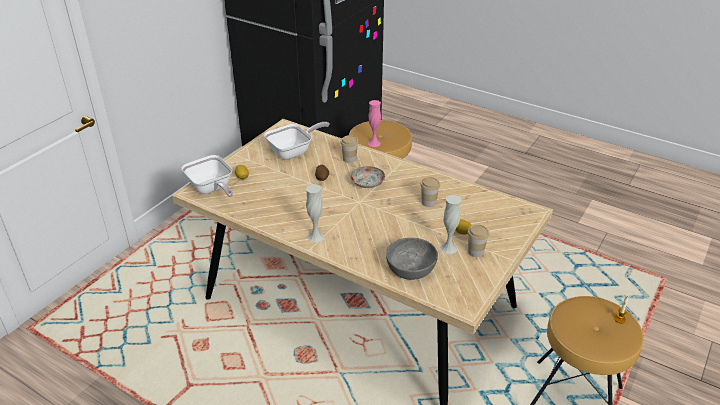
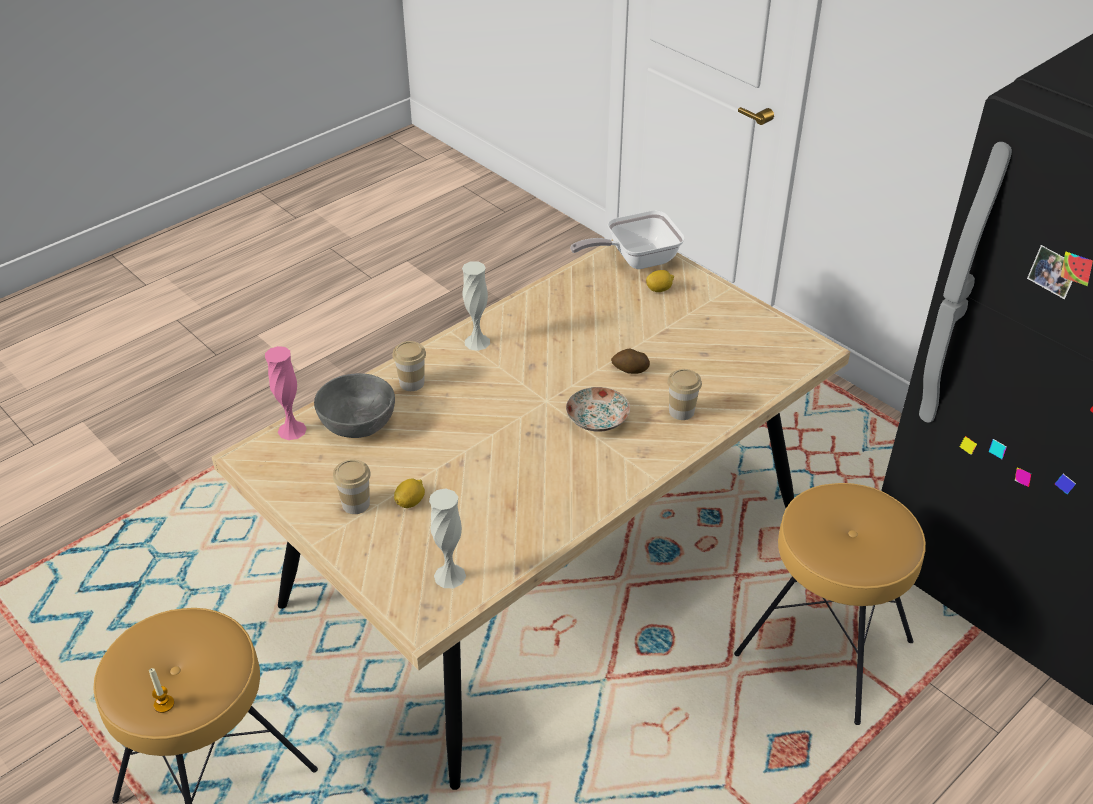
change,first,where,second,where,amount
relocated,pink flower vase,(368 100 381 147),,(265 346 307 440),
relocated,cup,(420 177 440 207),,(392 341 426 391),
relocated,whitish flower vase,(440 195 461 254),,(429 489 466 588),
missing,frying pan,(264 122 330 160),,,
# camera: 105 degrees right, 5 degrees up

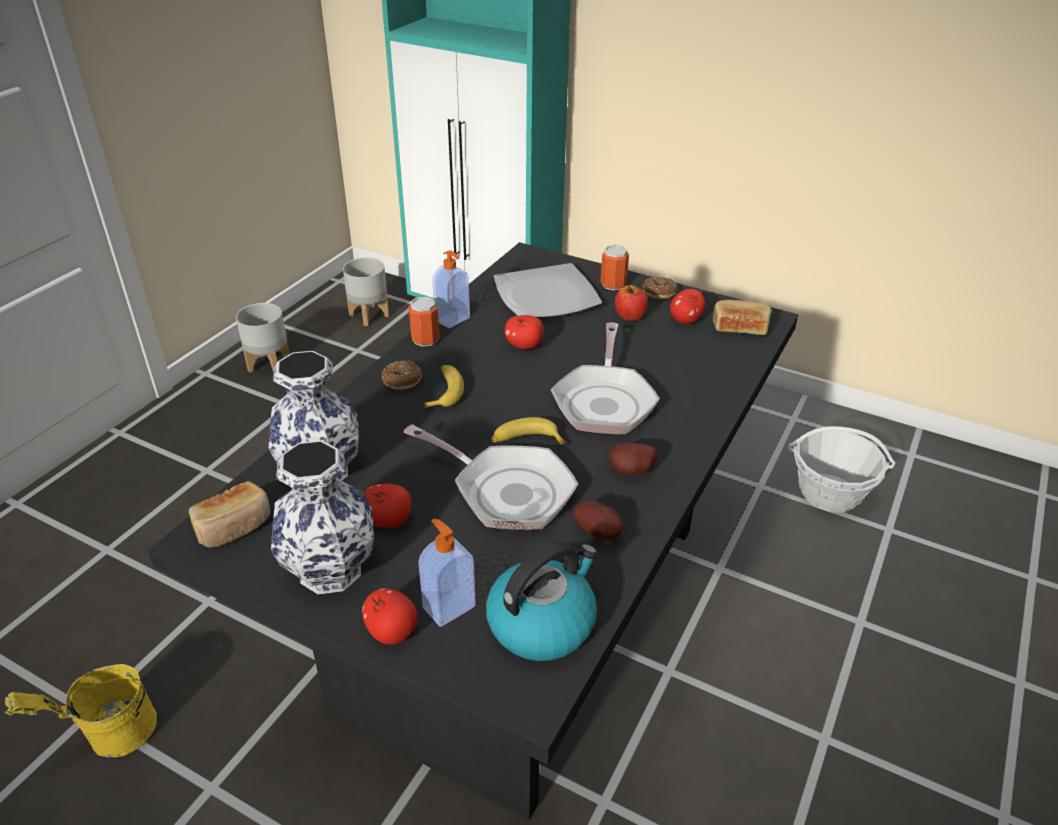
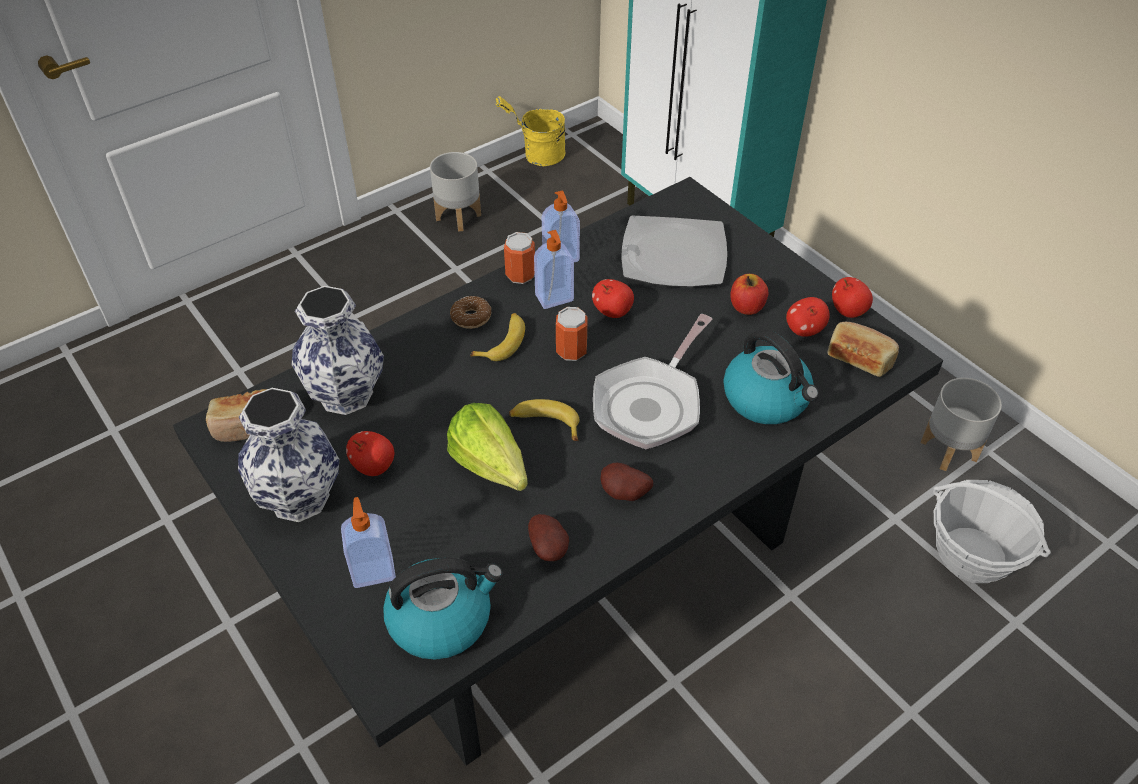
change,first,where,second,where,amount
exchanged,frying pan,(404 424 579 530),head of lettuce,(447 403 528 491),
relocated,yellowish bucket,(5 664 157 757),,(495 96 565 166),
appeared,,,soap bottle,(534 230 574 309),
relocated,can,(600 245 629 290),,(556 307 588 361),
appeared,,,kettle,(723 329 819 424),
relocated,apple fruit,(362 588 418 645),,(832 277 873 318),
relocated,gray flower pot,(343 258 389 326),,(920 378 1002 471),
missing,donut,(642 276 678 299),,,
# camera: 25 degrees right, 10 degrees up

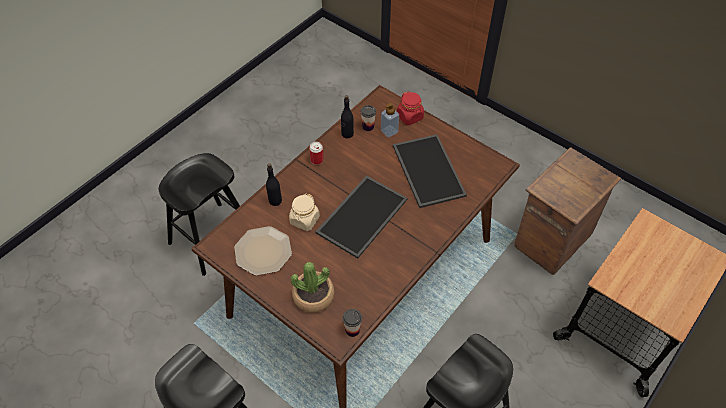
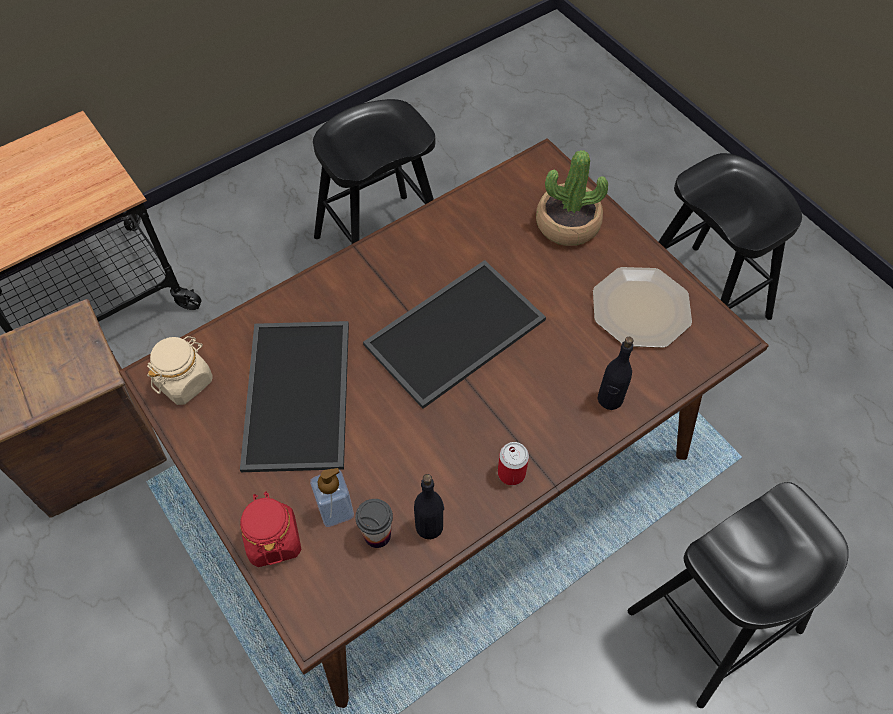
change,first,where,second,where,amount
relocated,sand-coloured preserve jar,(289 193 320 231),,(147 336 212 405),
missing,cup,(343 309 362 337),,,
# camera: 165 degrees left, 5 degrees up

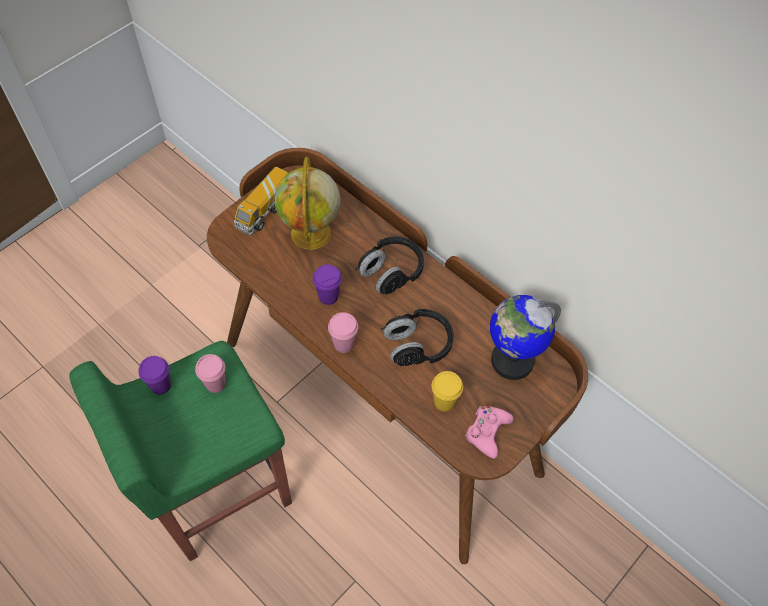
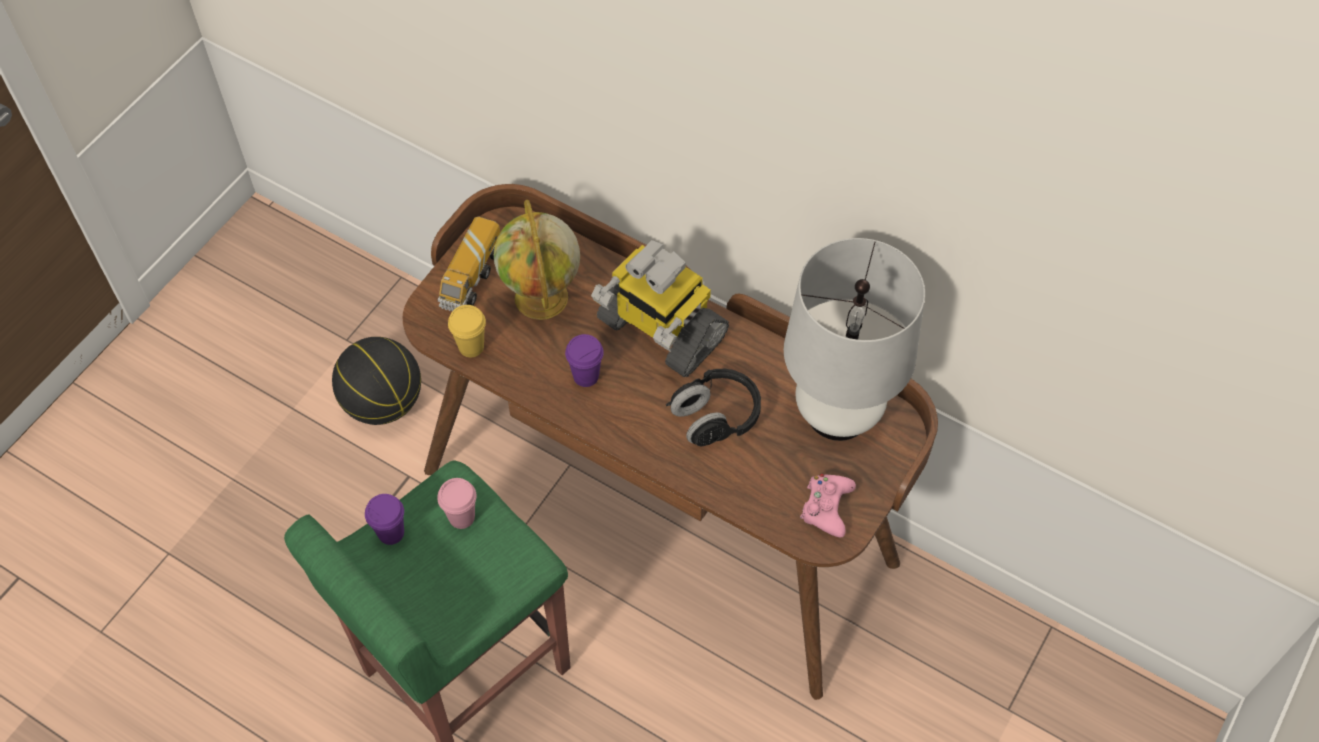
change,first,where,second,where,amount
appeared,,,basketball,(332 337 421 425),
relocated,yellowish cup,(432 371 463 412),,(448 305 486 357),
exchanged,black-coloured headset,(355 237 424 294),toy robot,(591 240 729 377),
exchanged,desk globe,(490 295 561 380),whitish tabletop lamp,(784 238 925 441),
missing,pink cup,(328 312 358 353),,,
# camera: 10 degrees left, 0 degrees up

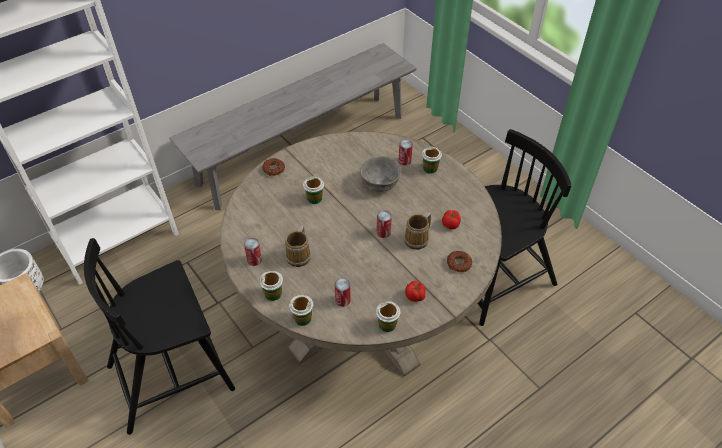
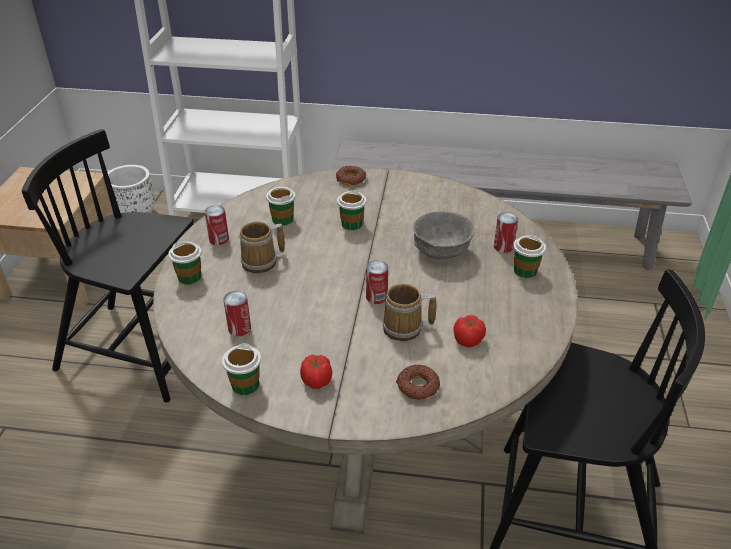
change,first,where,second,where,amount
relocated,cup,(289 295 313 326),,(266 187 295 226),
# camera: 45 degrees right, 10 degrees down

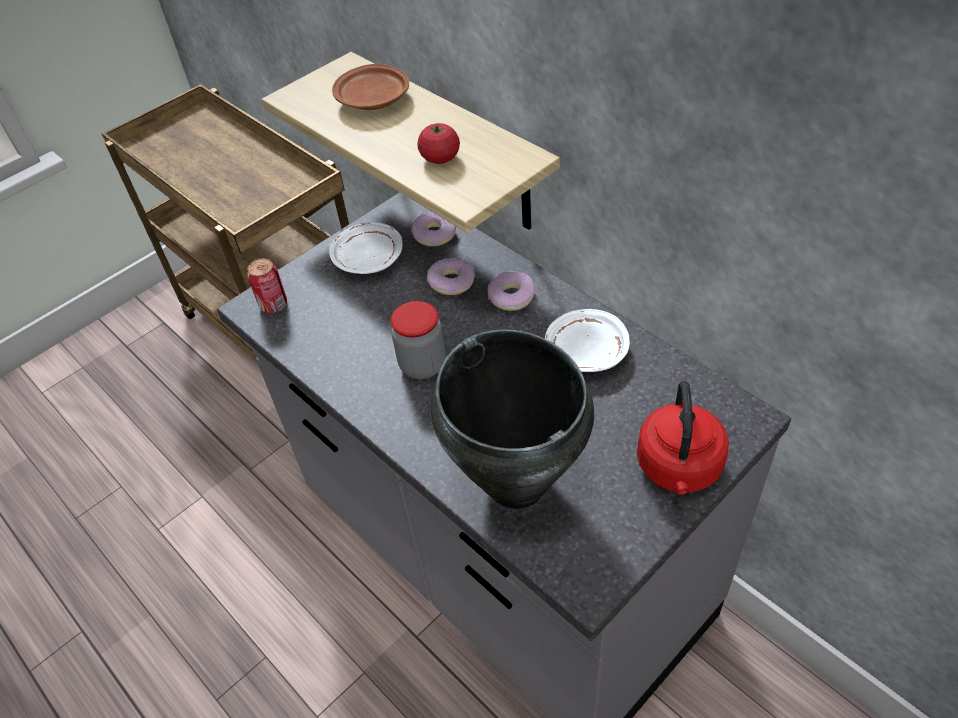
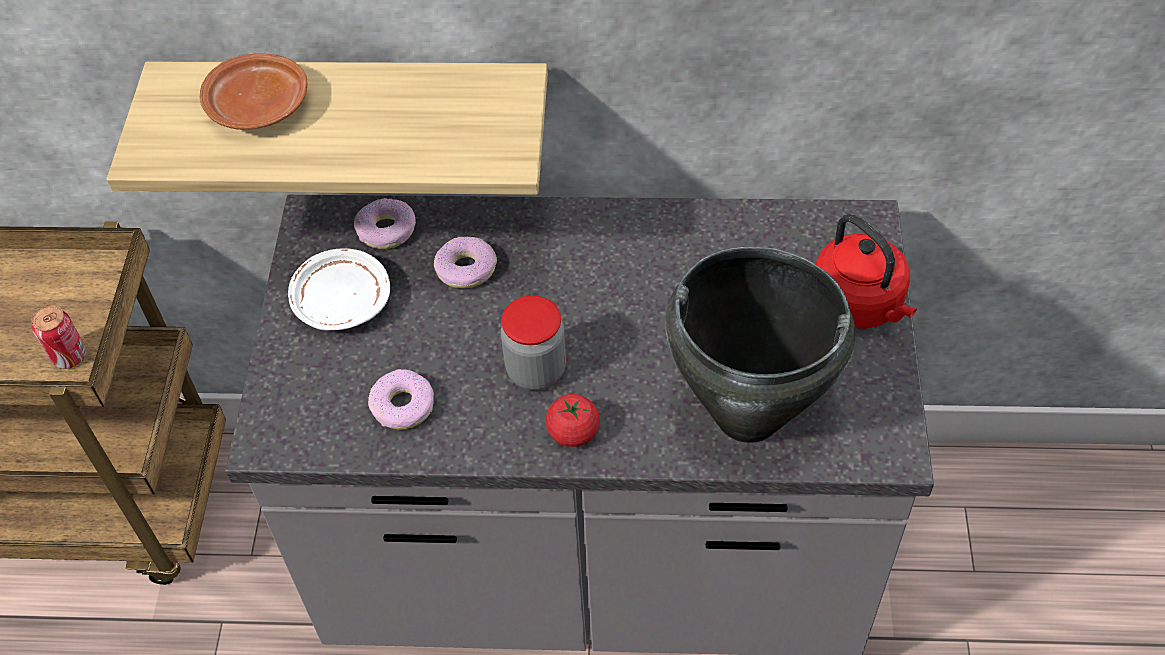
change,first,where,second,where,amount
relocated,can,(247 258 287 313),,(31 305 86 369),
relocated,donut,(487 272 535 311),,(368 369 434 430),
relocated,whole tomato,(417 123 460 164),,(545 394 600 447),
missing,whitish flat dish,(545 309 630 372),,,
# camera: 45 degrees left, 5 degrees up

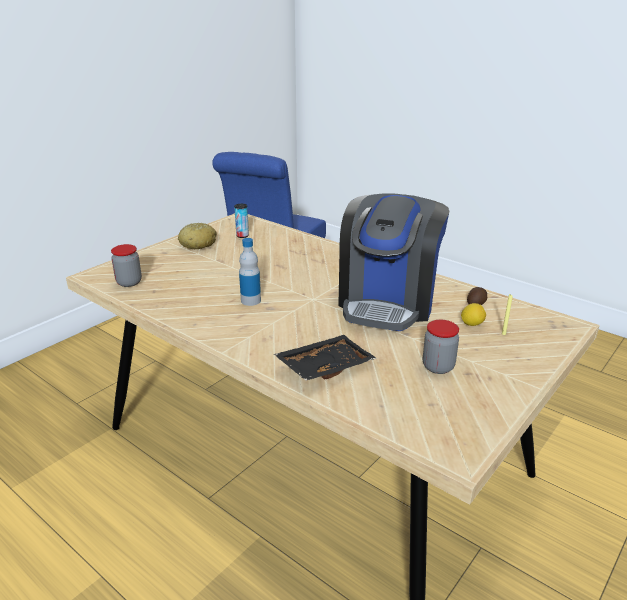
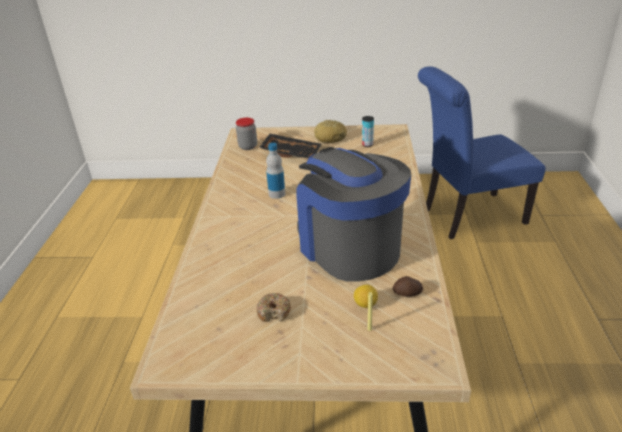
change,first,where,second,where,amount
exchanged,preserve jar,(423 320 459 374),donut,(257 293 291 322),
relocated,black-coloured serving tray,(274 335 377 381),,(259 133 321 159),
spun,coffee maker,(338 194 449 331),,(296 147 411 282),75 degrees clockwise
# camera: 55 degrees right, 5 degrees up

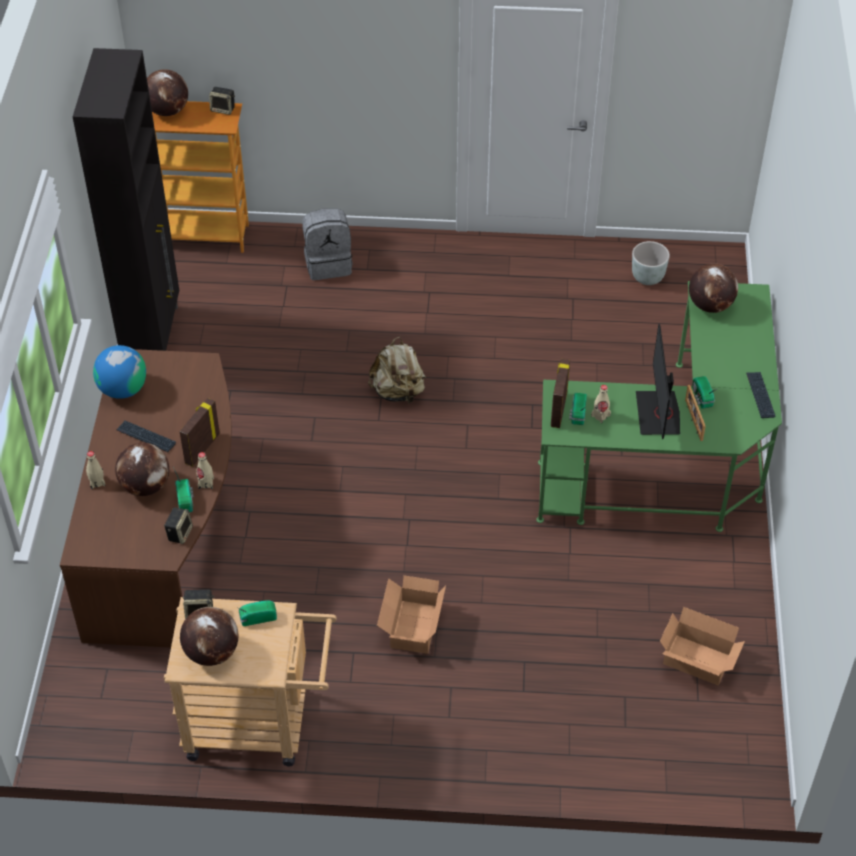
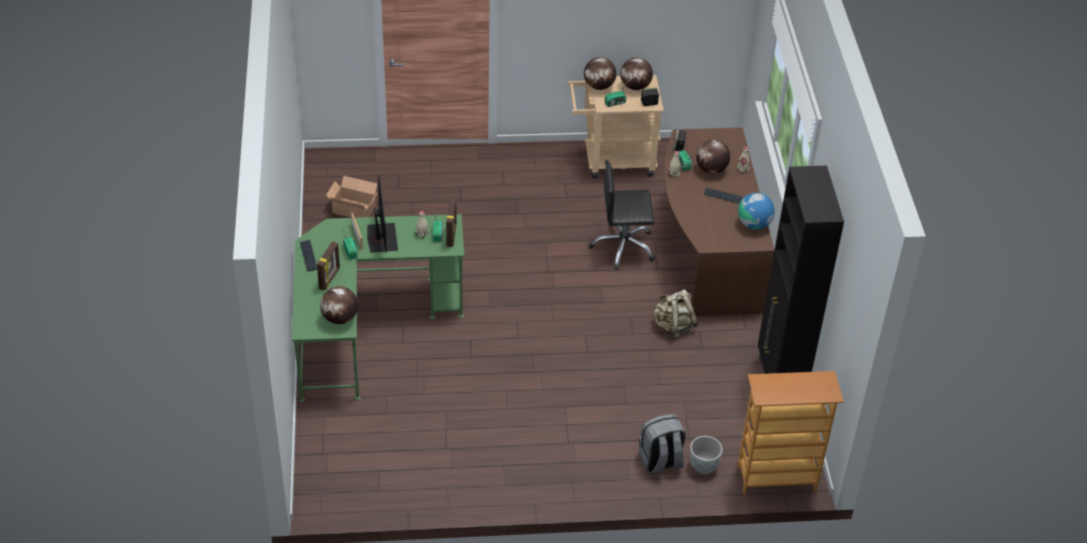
change,first,where,second,where,amount
relocated,picture frame,(180 398 220 467),,(317 241 340 291),
relocated,desk globe,(147 69 188 116),,(584 57 616 90),
appeared,,,black-coloured office chair,(589 160 655 270),
relocated,sand-coloured backpack,(368 337 426 404),,(653 289 698 338),
relocated,gray flower pot,(632 241 670 285),,(690 436 722 474),
missing,speaker,(209 87 235 115),,,
missing,carton,(377 575 446 654),,,
# camera: 170 degrees right, 5 degrees down

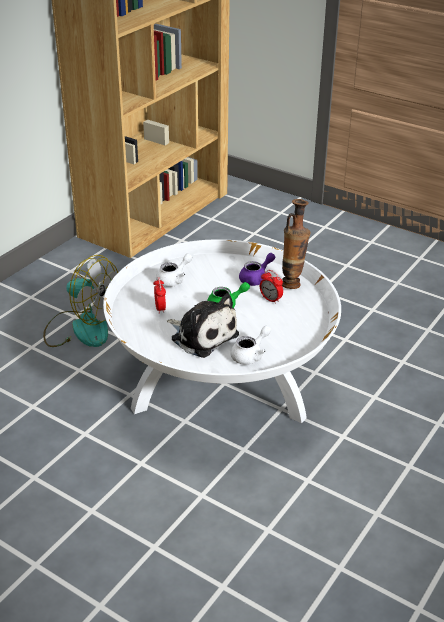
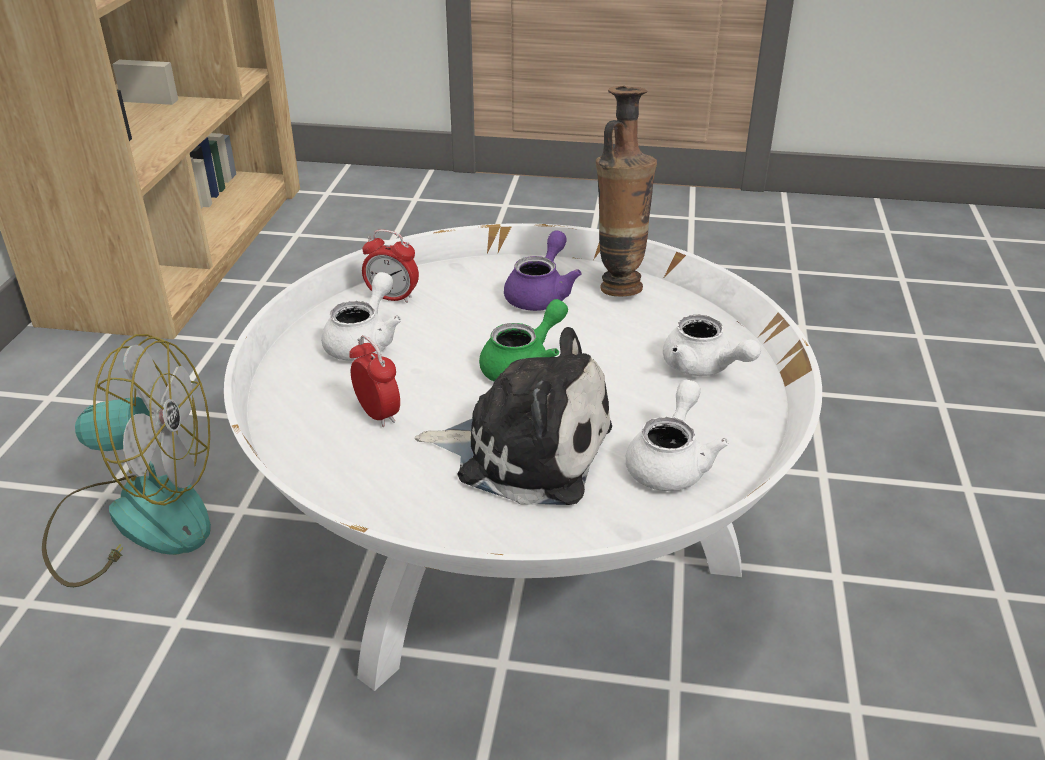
change,first,where,second,where,amount
relocated,bedside clock,(260 270 283 304),,(362 229 419 303),
appeared,,,whitish tea pot,(663 315 761 376),
# camera: 25 degrees left, 0 degrees up

